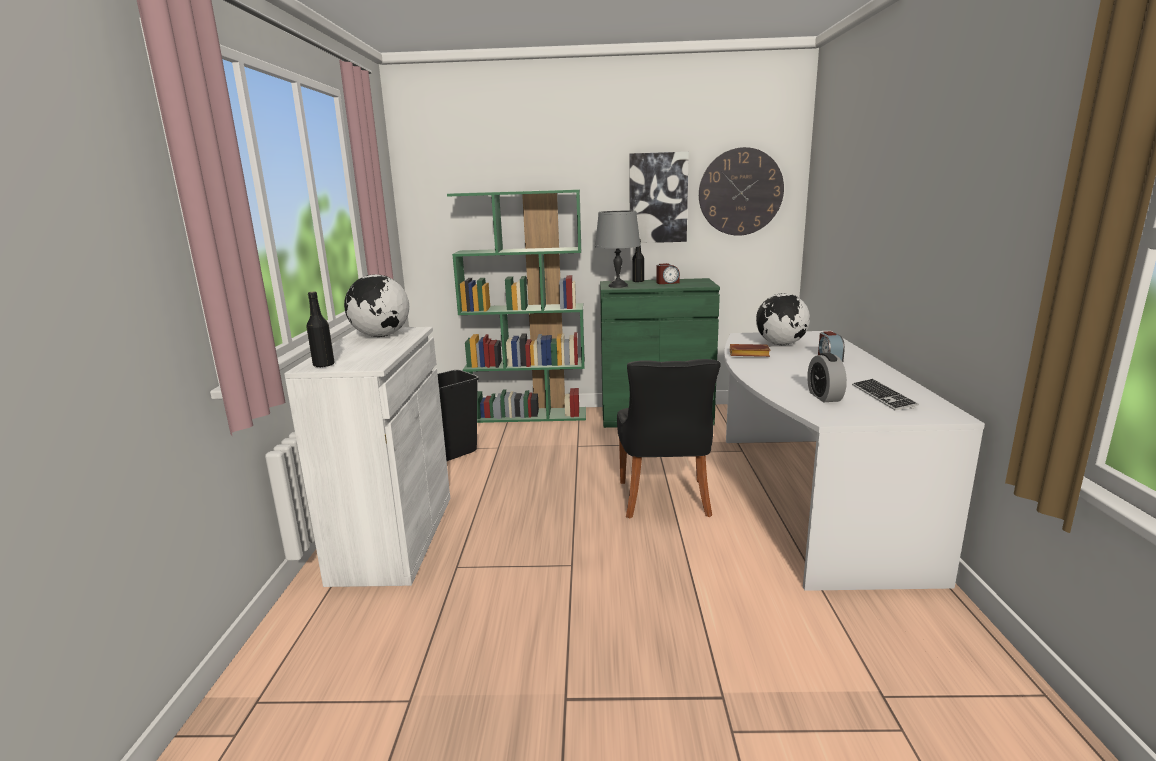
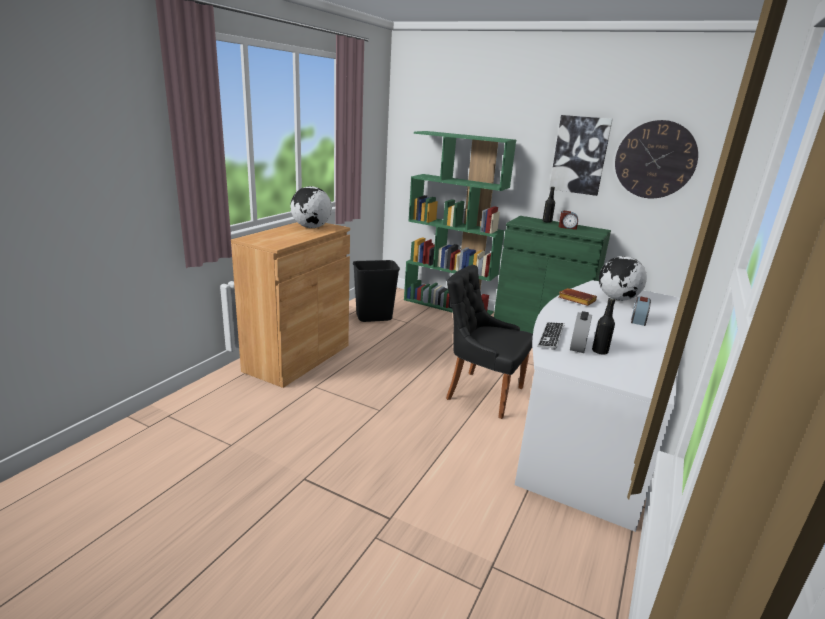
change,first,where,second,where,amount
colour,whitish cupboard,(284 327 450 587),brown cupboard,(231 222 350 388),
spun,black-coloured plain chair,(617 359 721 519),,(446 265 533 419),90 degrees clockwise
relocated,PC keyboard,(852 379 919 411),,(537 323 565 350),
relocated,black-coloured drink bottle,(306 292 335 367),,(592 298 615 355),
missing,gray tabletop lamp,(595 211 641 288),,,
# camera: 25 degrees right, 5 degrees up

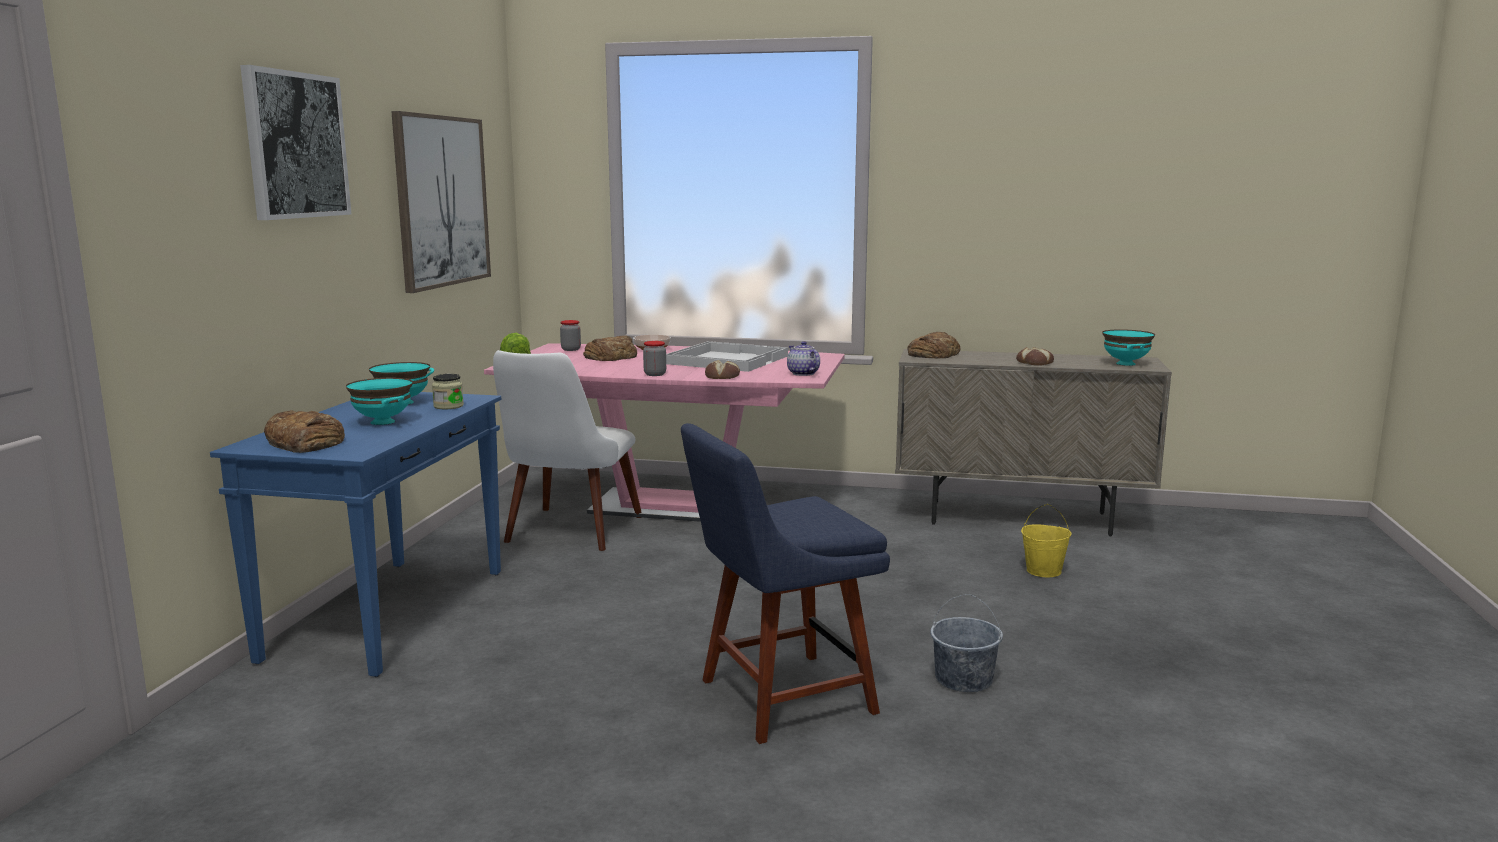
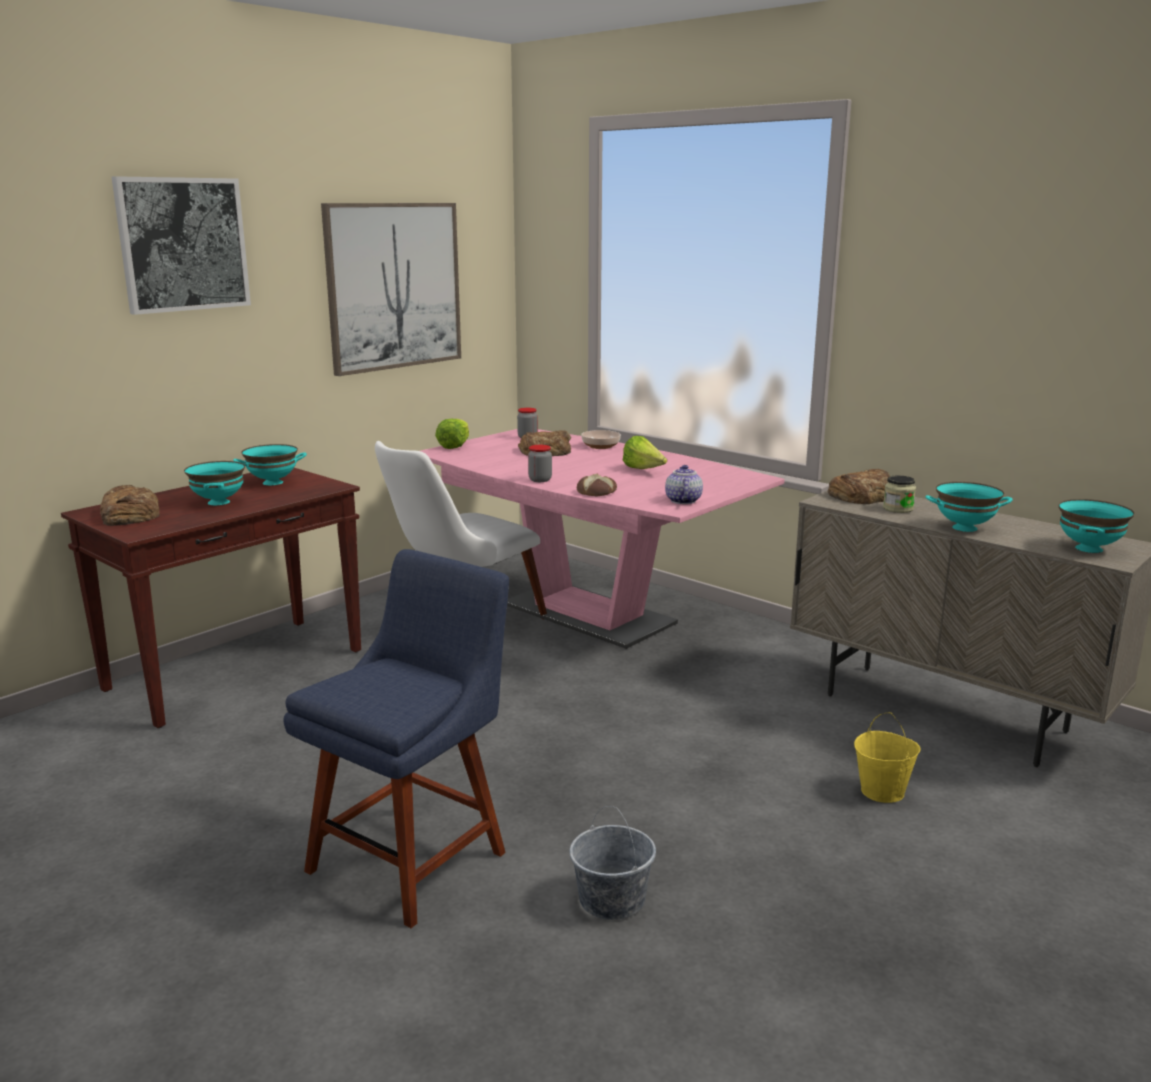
change,first,where,second,where,amount
colour,blue console table,(210 392 501 677),brown console table,(61 468 361 728),
spun,blue plain chair,(681 423 890 744),,(283 549 509 928),120 degrees clockwise
exchanged,whitish serving tray,(666 341 788 372),head of lettuce,(623 436 667 469),
relocated,preserve jar,(432 374 464 409),,(883 475 916 513),
exchanged,bread,(1016 347 1054 365),turquoise-coloured serving bowl,(925 482 1012 532),
# camera: 30 degrees right, 5 degrees up

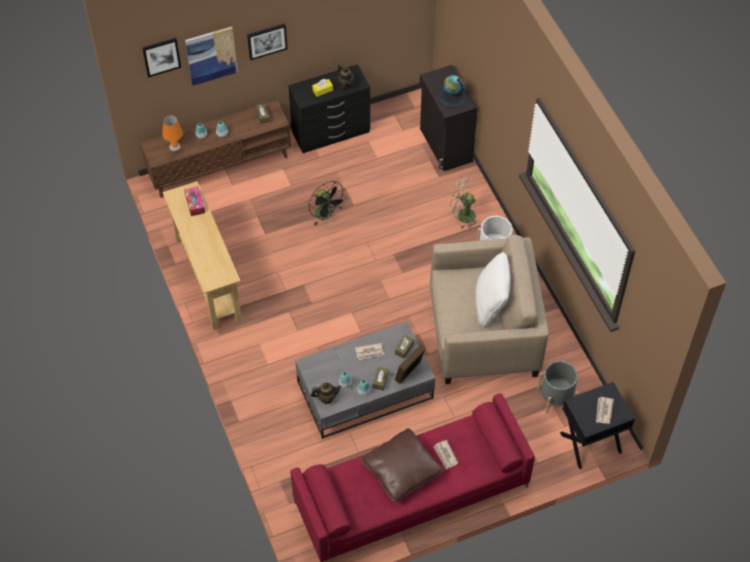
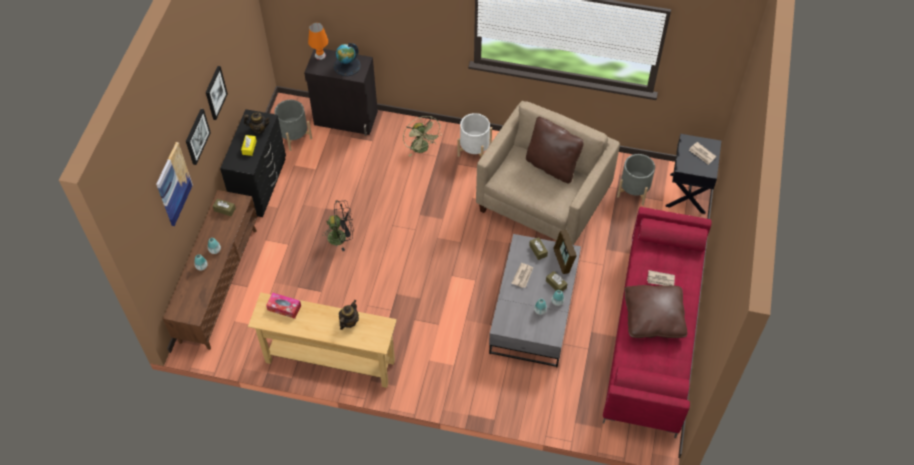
change,first,where,second,where,amount
relocated,wall picture,(142 38 181 78),,(206 66 228 120),
appeared,,,gray flower pot,(274 100 312 151),
relocated,orange-coloured tabletop lamp,(162 115 183 151),,(308 23 328 60),
relocated,tea pot,(311 382 341 404),,(339 300 359 330),
spun,green electric fan,(449 177 478 228),,(403 116 442 157),75 degrees counterclockwise
colour,whitish pillow,(476 252 511 327),brown pillow,(526 117 584 183),
# camera: 55 degrees left, 0 degrees up

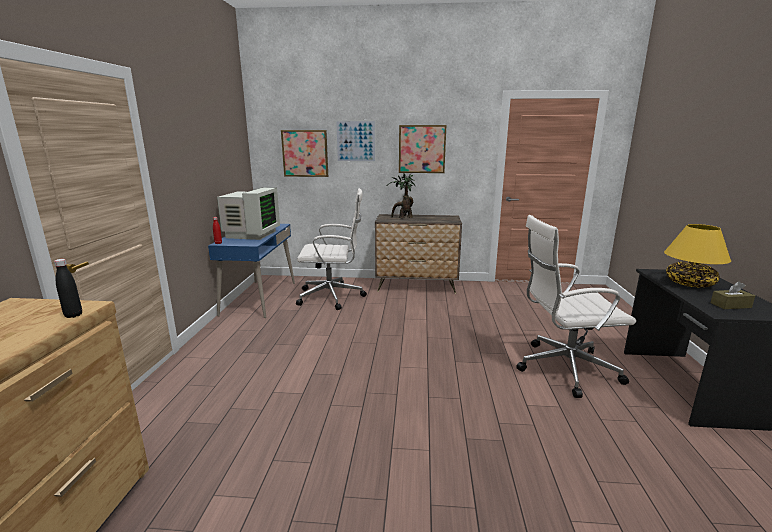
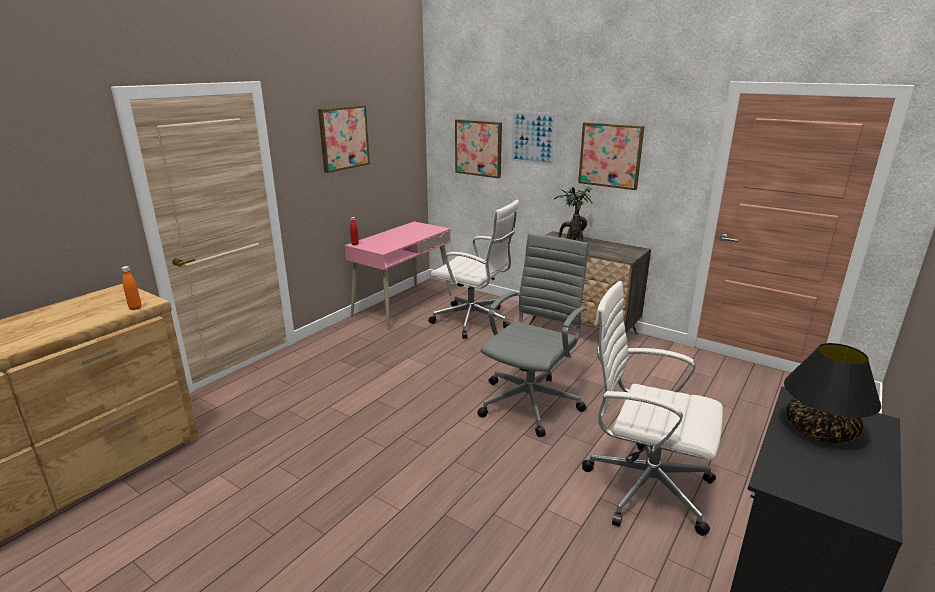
change,first,where,second,where,amount
colour,black-coloured drink bottle,(54 259 82 318),orange-coloured drink bottle,(121 266 142 310),
appeared,,,wall picture,(318 105 370 173),
colour,blue desk table,(208 224 295 318),pink desk table,(345 221 452 330),
appeared,,,gray office chair,(477 233 588 437),
colour,yellowish tabletop lamp,(664 224 731 288),black-coloured tabletop lamp,(784 343 881 443),
missing,computer display,(217 187 280 240),,,
missing,brown tissue holder,(710 281 755 309),,,
# camera: 30 degrees right, 5 degrees up

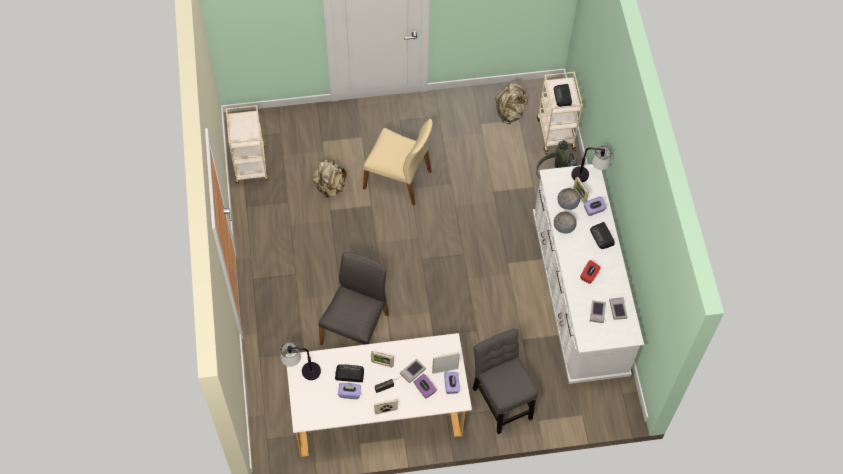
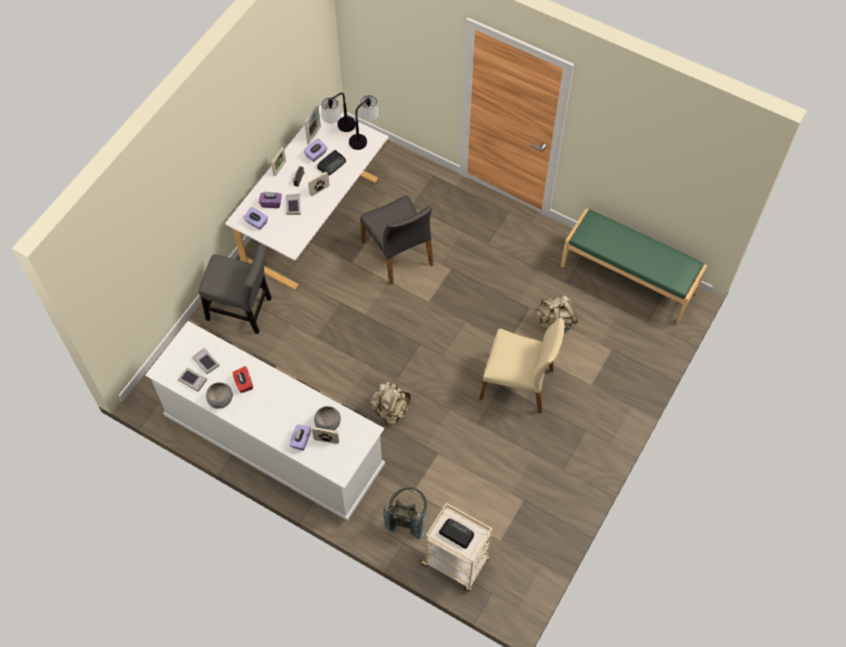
change,first,where,second,where,amount
relocated,gray serving bowl,(554 211 577 234),,(206 382 233 409),
relocated,picture frame,(432 353 460 374),,(304 104 321 145),
relocated,tabletop lamp,(571 146 611 182),,(321 93 356 132),
relocated,sand-coloured backpack,(495 83 528 124),,(370 382 411 424),
spun,sand-coloured plain chair,(363 119 432 206),,(479 318 564 414),135 degrees counterclockwise
exchanged,sand-coloured trolley,(226 105 269 183),green indoor bench,(561 209 707 324),
missing,radio,(590 222 615 249),,,
# camera: 130 degrees right, 0 degrees up

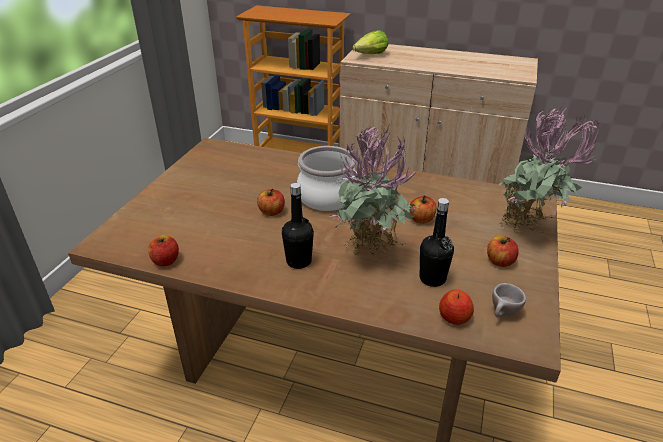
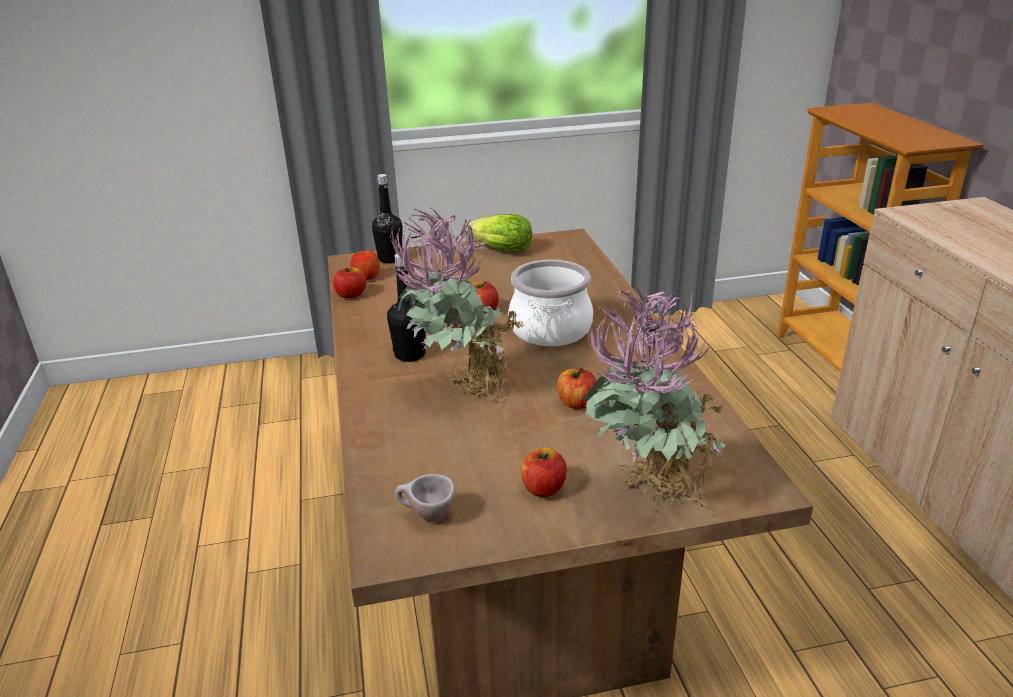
change,first,where,second,where,amount
relocated,apple fruit,(439 289 474 325),,(351 249 380 280),
relocated,black-coloured drink bottle,(420 198 454 287),,(372 174 403 263),
relocated,head of lettuce,(352 30 388 54),,(466 214 532 253),
# camera: 60 degrees right, 5 degrees down

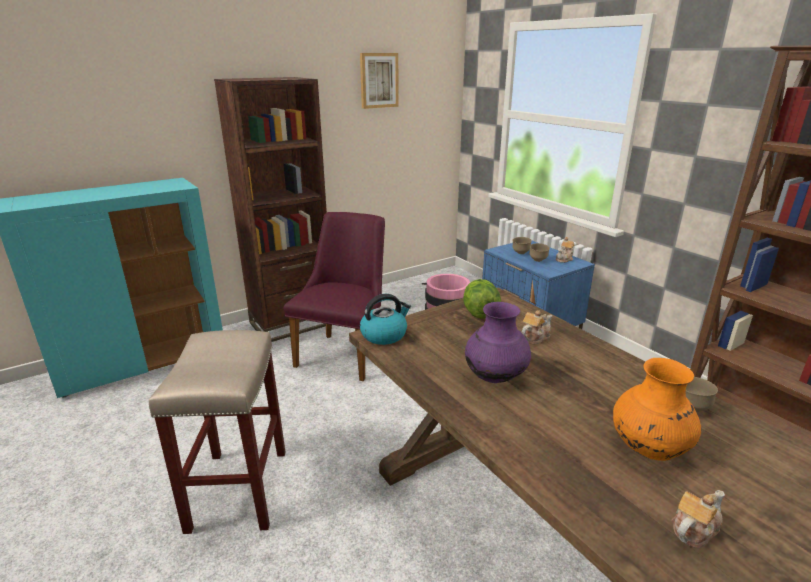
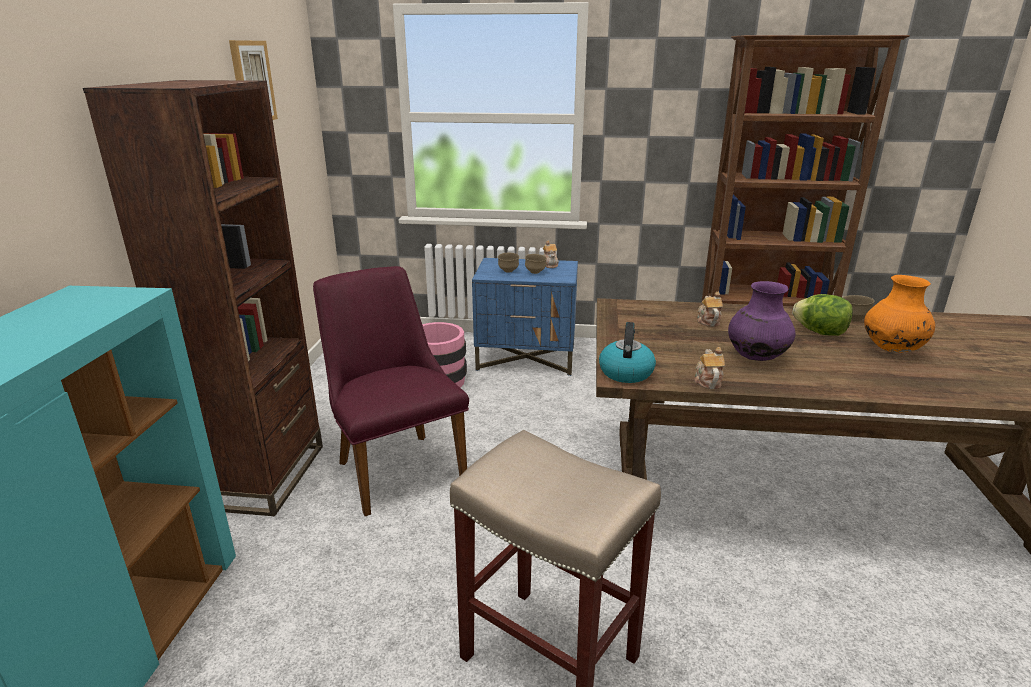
change,first,where,second,where,amount
relocated,tea pot,(672 490 725 548),,(694 347 725 389),
relocated,head of lettuce,(463 279 501 319),,(792 294 853 336),
# camera: 50 degrees left, 0 degrees up

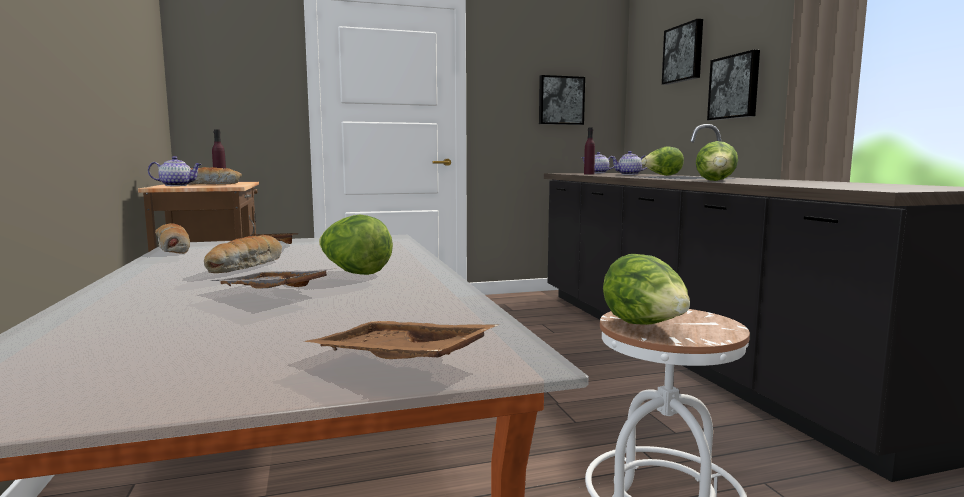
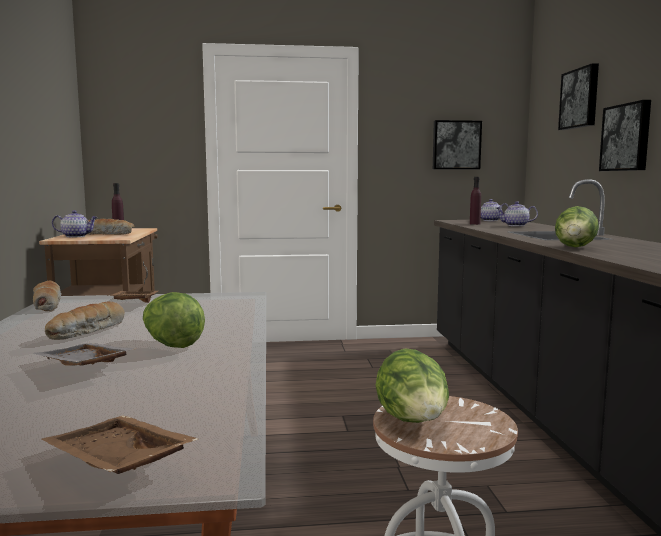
change,first,where,second,where,amount
missing,head of lettuce,(641 146 684 176),,,
# camera: 10 degrees right, 0 degrees up

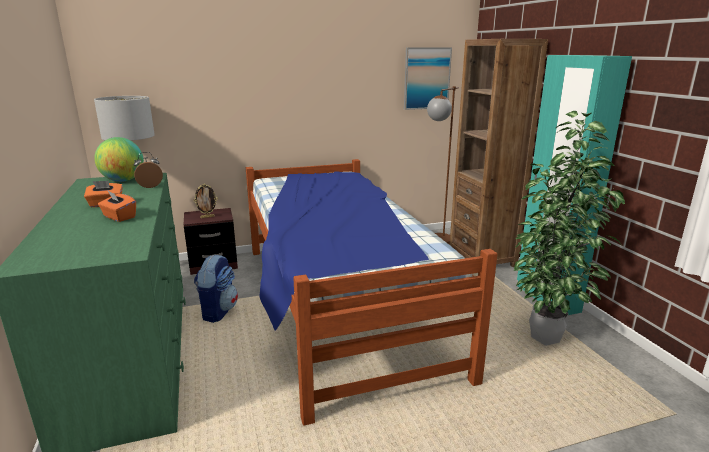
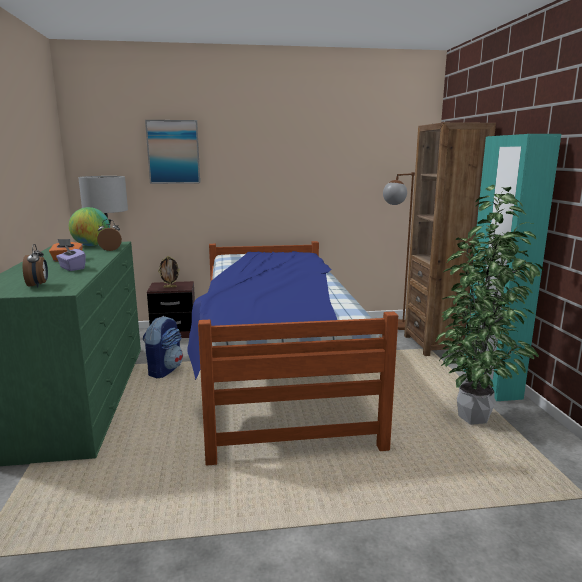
change,first,where,second,where,amount
appeared,,,bedside clock,(23 244 48 288),
colour,orange-coloured tissue holder,(98 190 136 222),purple-coloured tissue holder,(56 245 86 271),
relocated,wall picture,(404 47 452 110),,(145 120 200 184),
# camera: 10 degrees right, 5 degrees down

